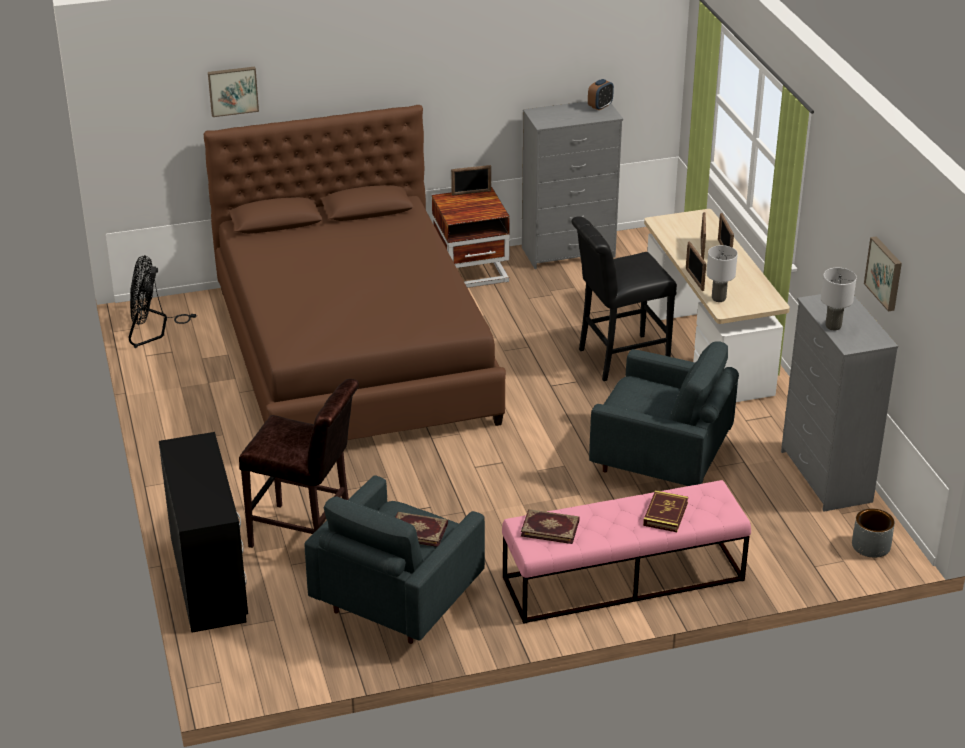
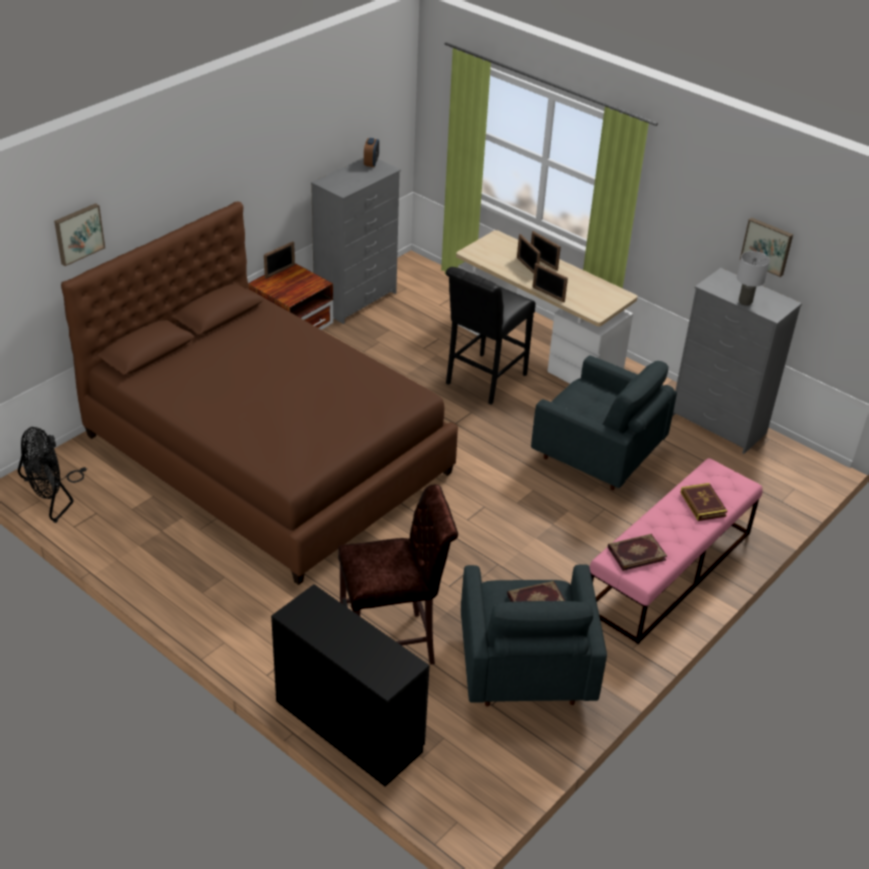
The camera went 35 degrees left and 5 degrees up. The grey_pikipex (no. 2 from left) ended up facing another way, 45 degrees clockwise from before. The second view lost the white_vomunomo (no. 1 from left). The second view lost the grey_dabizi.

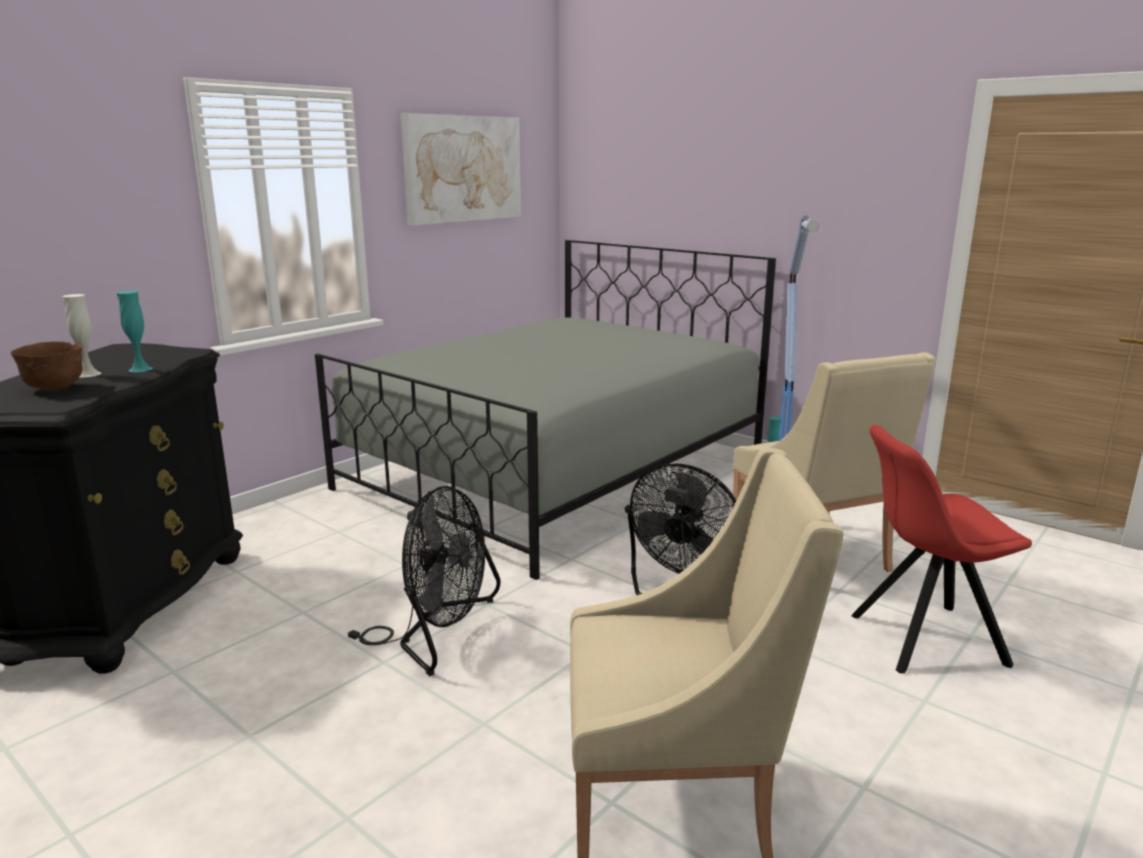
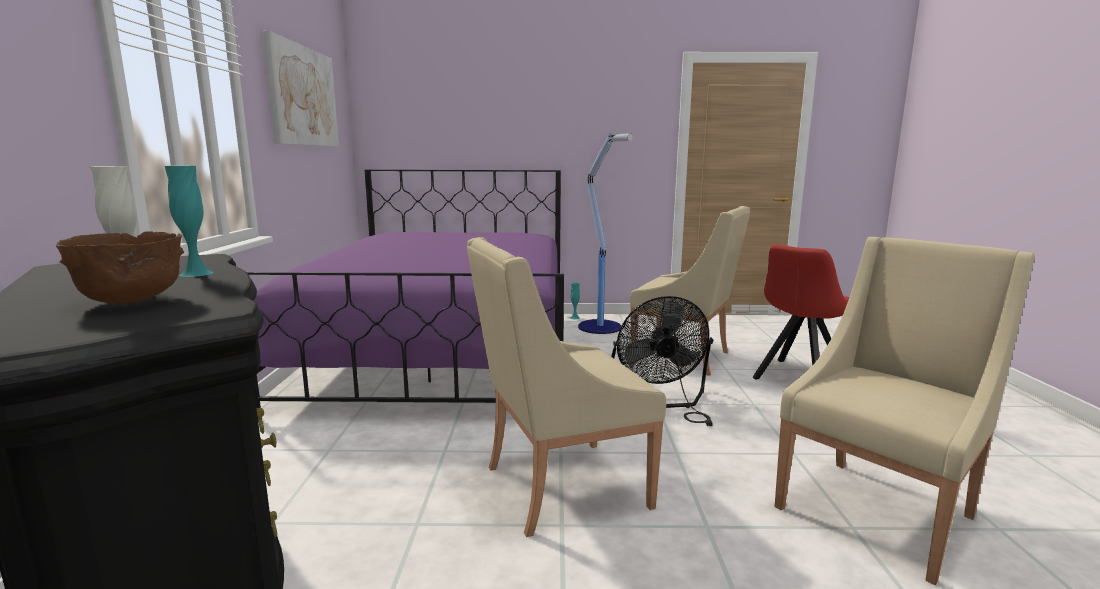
The camera went 40 degrees left and 5 degrees down. What was the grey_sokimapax turned into the purple_sokimapax. Where the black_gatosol (no. 1 from left) stood, the beige_pikipex (no. 1 from left) came to stand.

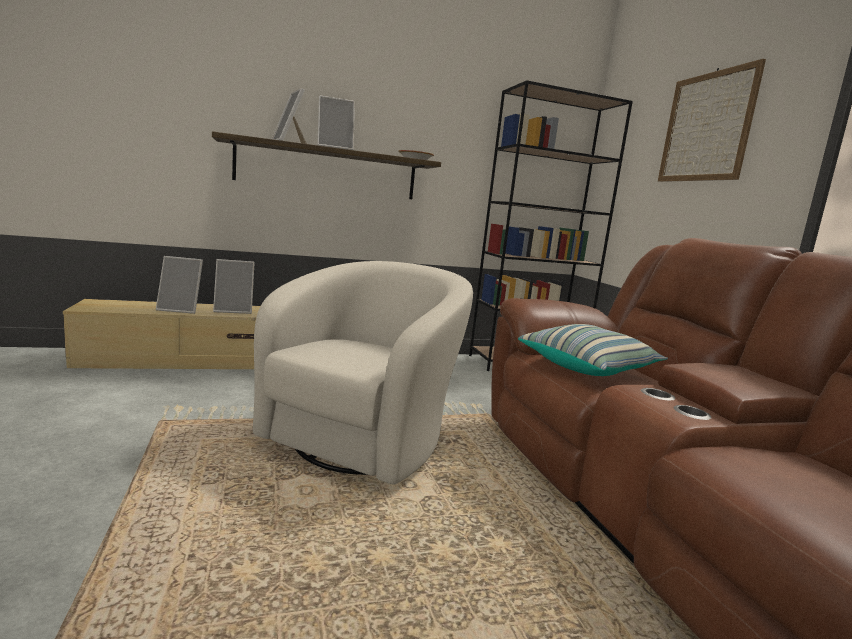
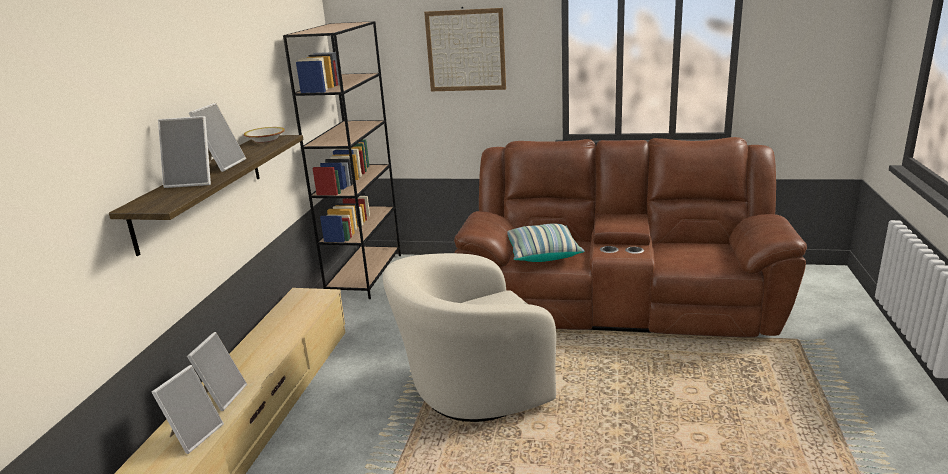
The camera went 60 degrees left and 10 degrees up. The beige_pikipex ended up facing another way, 75 degrees counterclockwise from before.

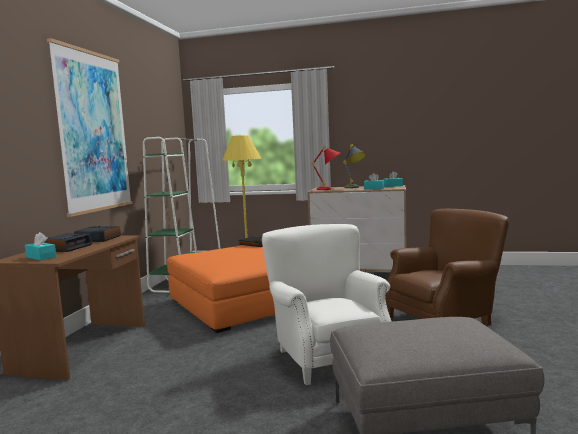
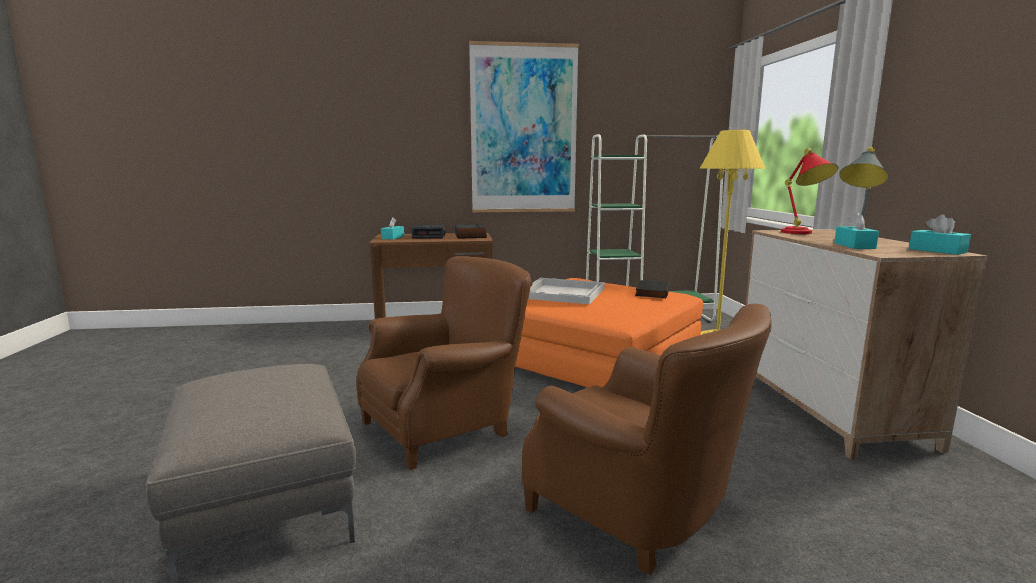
The camera went 70 degrees right and 5 degrees up. What was the white_pikipex turned into the brown_pikipex (no. 1 from left). The second view gained the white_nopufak.

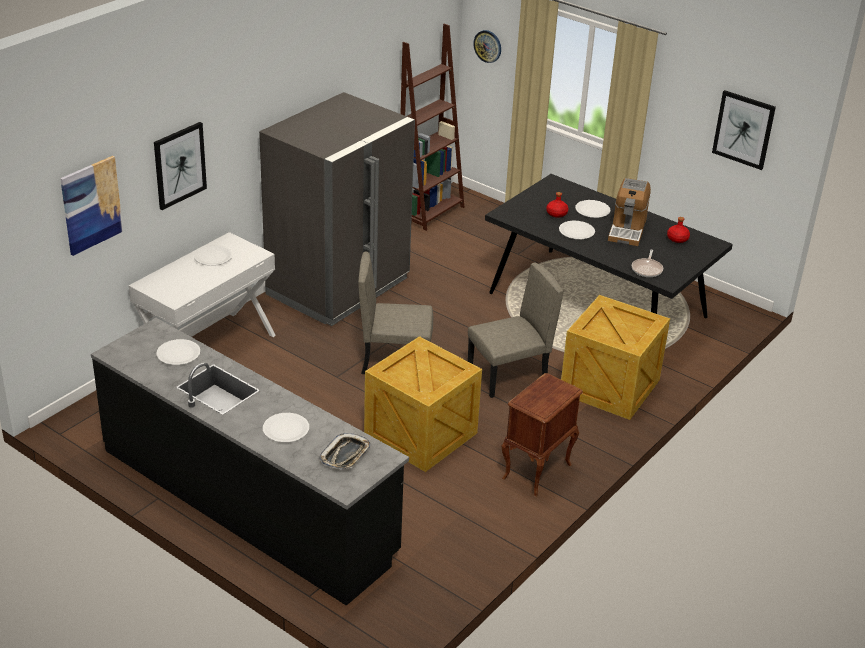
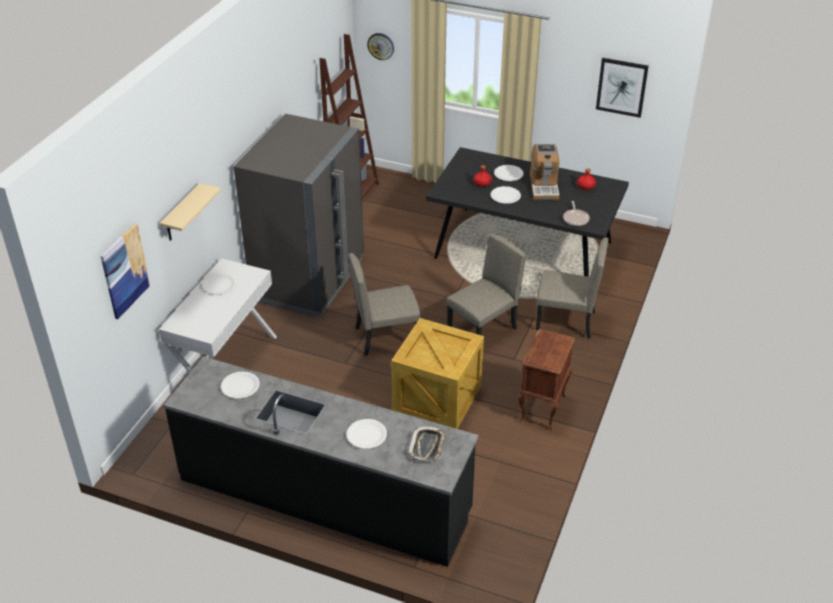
The camera went 15 degrees left and 5 degrees up. Where the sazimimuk (no. 2 from left) hung, the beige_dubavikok came to hang. Where the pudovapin (no. 2 from left) stood, the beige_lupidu (no. 3 from left) came to stand.

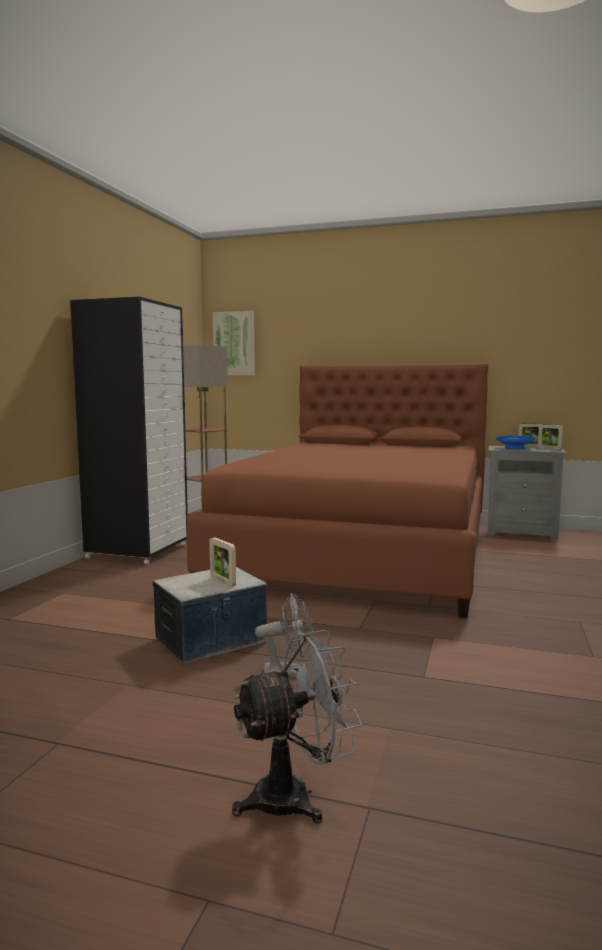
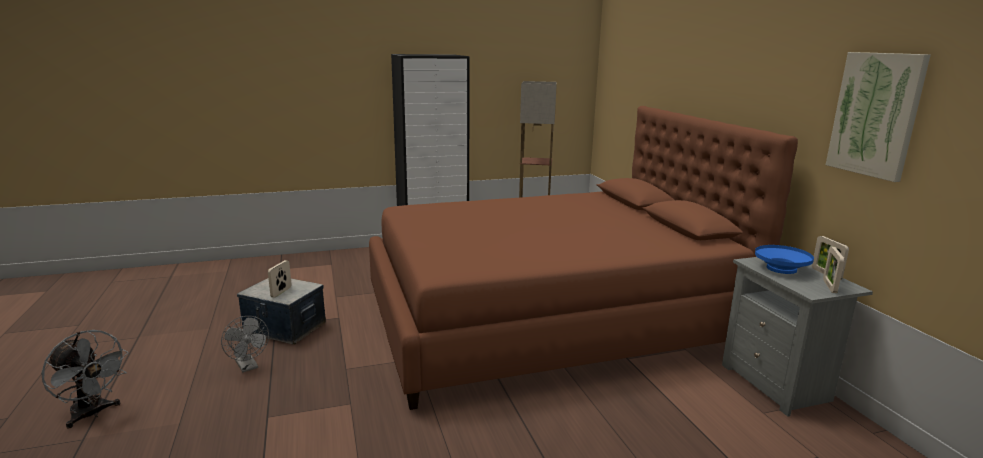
The camera went 55 degrees right and 10 degrees up. The sazimimuk ended up elsewhere.

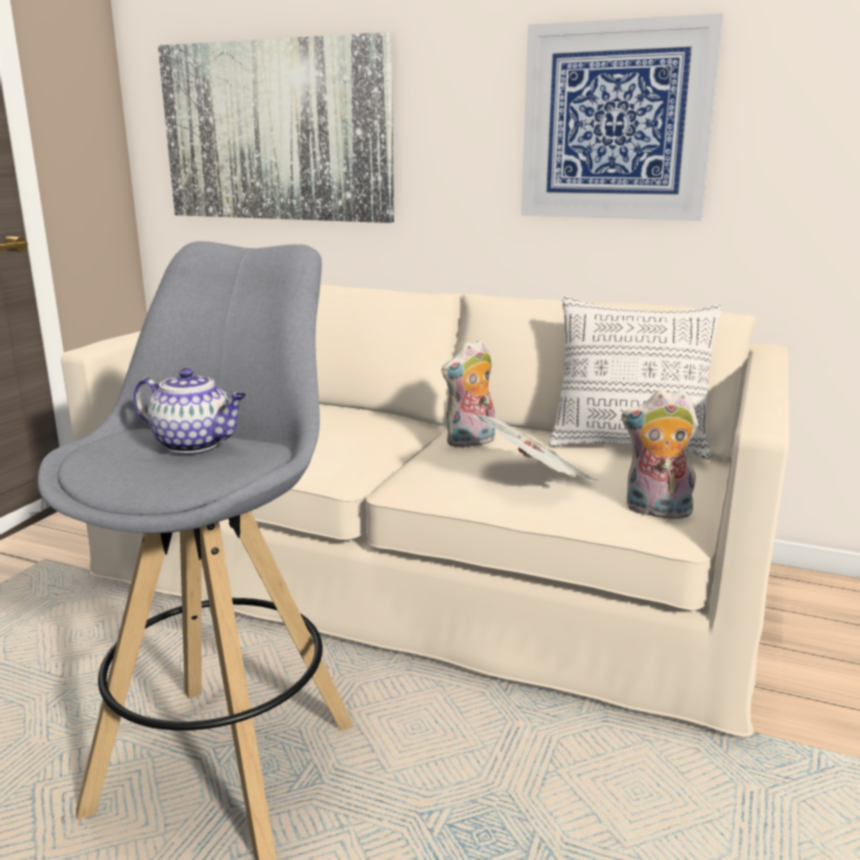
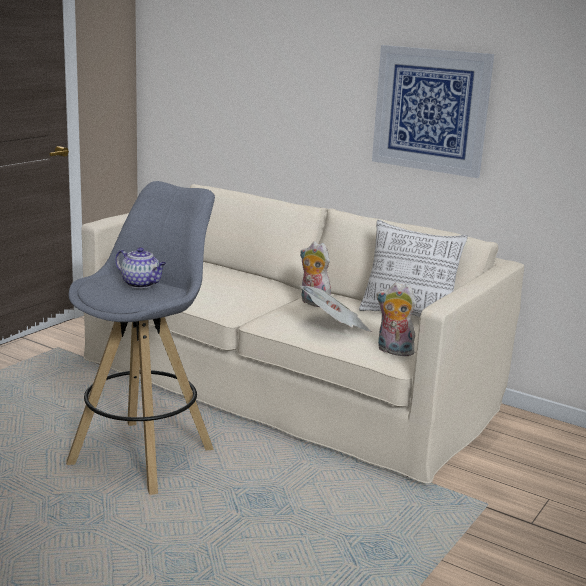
The camera went 10 degrees right and 0 degrees up. The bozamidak (no. 1 from left) ended up facing another way, 60 degrees clockwise from before. The second view lost the sazimimuk (no. 1 from left).

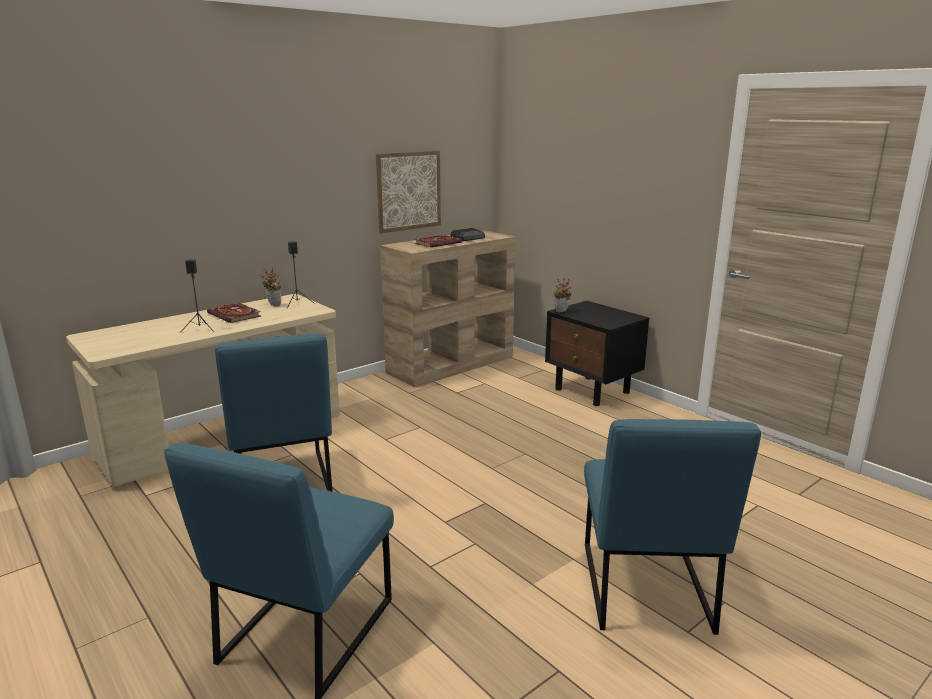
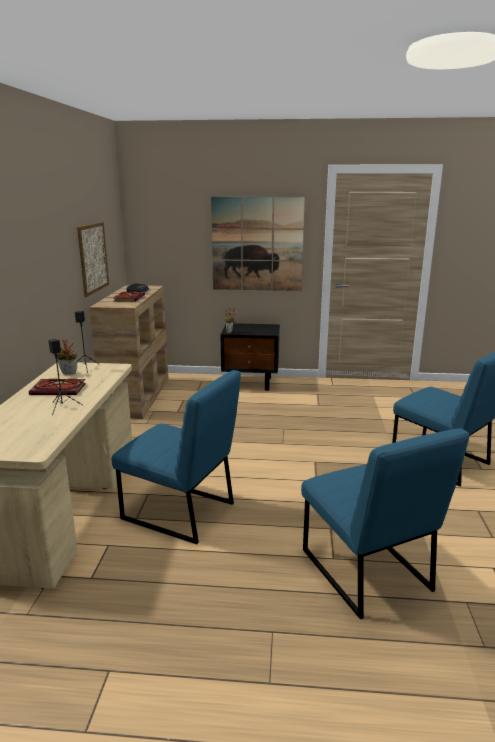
The camera went 45 degrees left and 0 degrees up. The second view gained the sazimimuk (no. 2 from left).

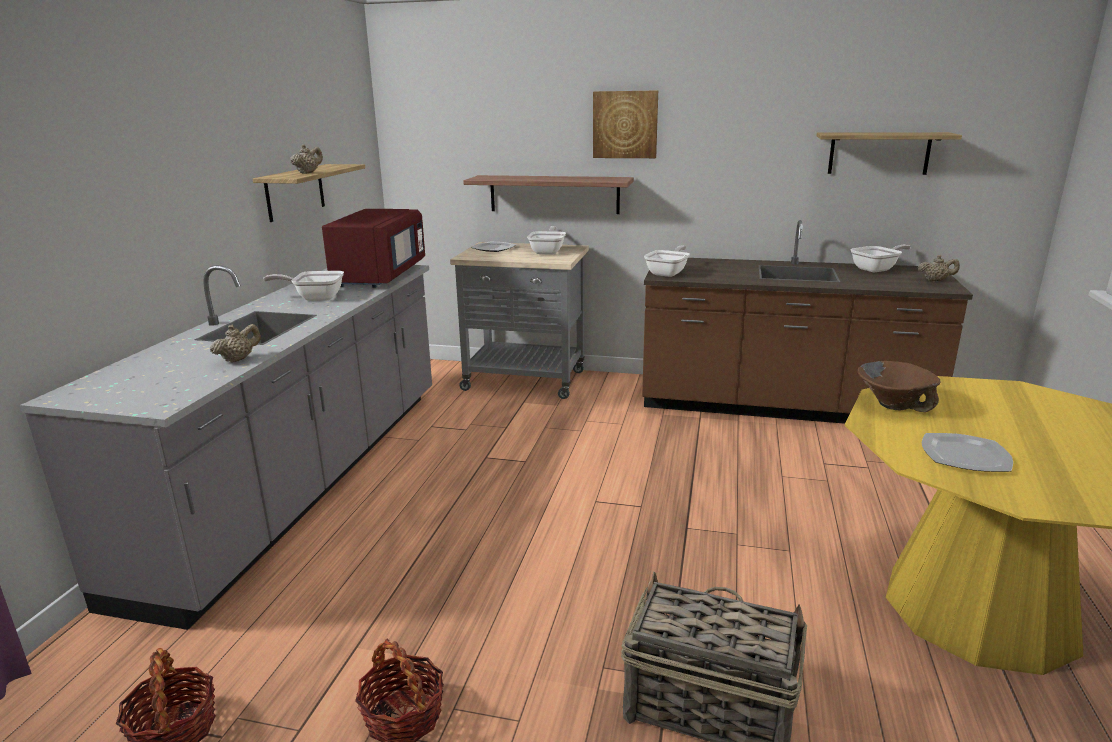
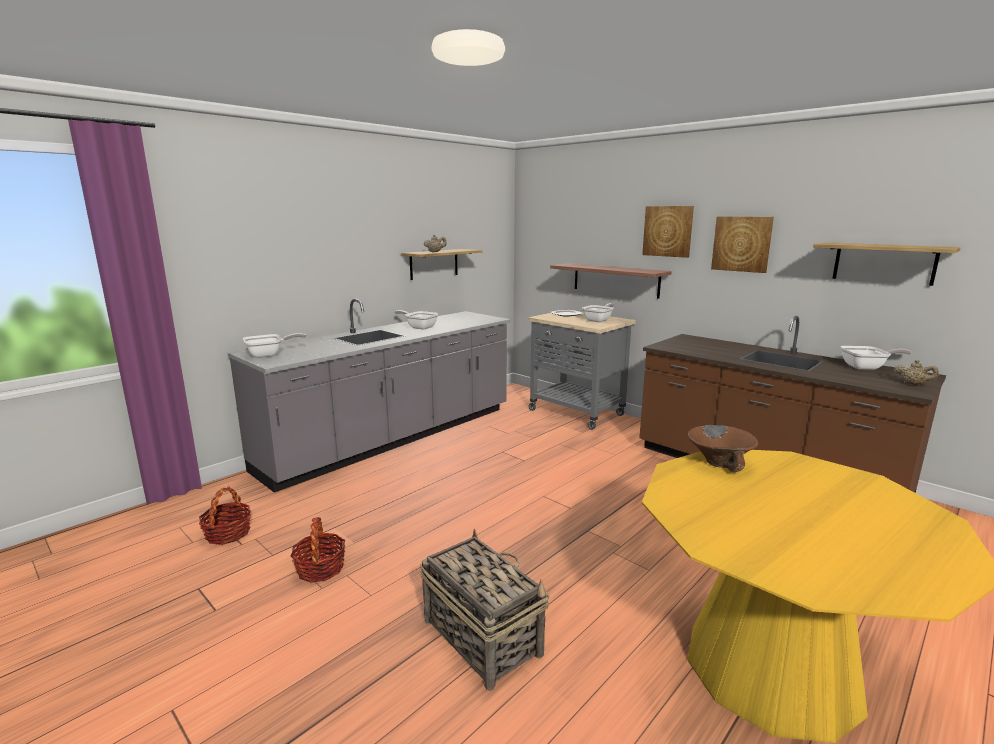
The camera went 30 degrees right and 5 degrees down. The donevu (no. 3 from left in the first image) ended up elsewhere. The second view gained the sazimimuk (no. 2 from left). The second view lost the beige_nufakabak (no. 1 from left). The second view lost the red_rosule. The second view lost the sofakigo (no. 2 from left).

